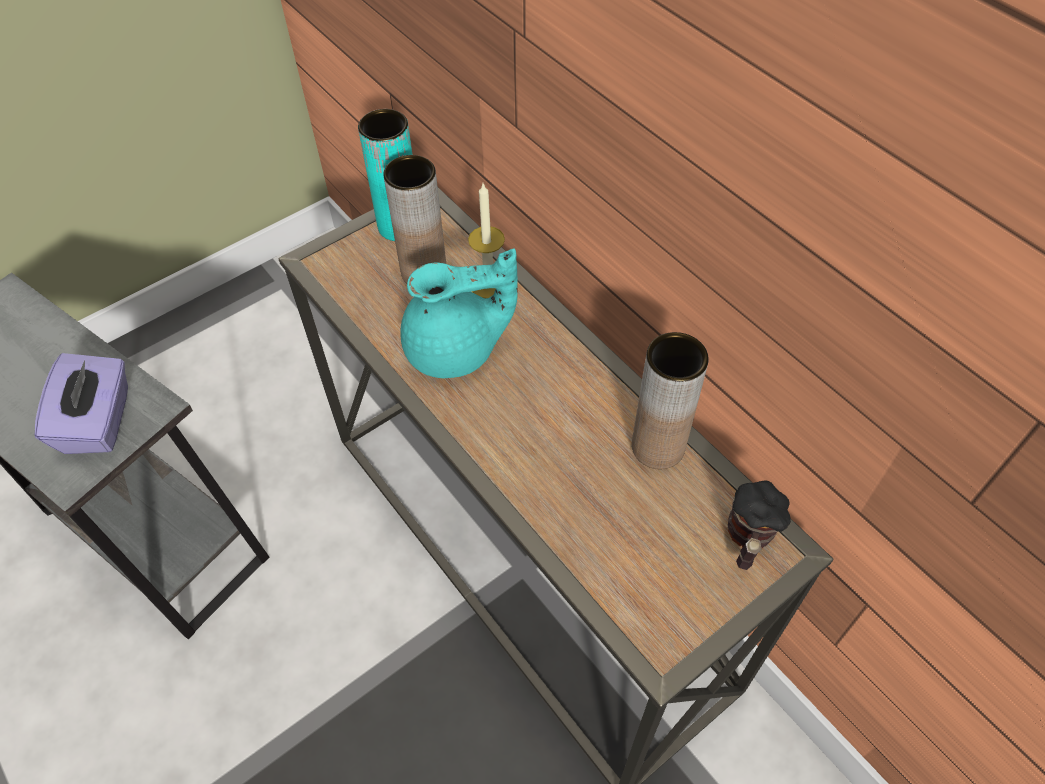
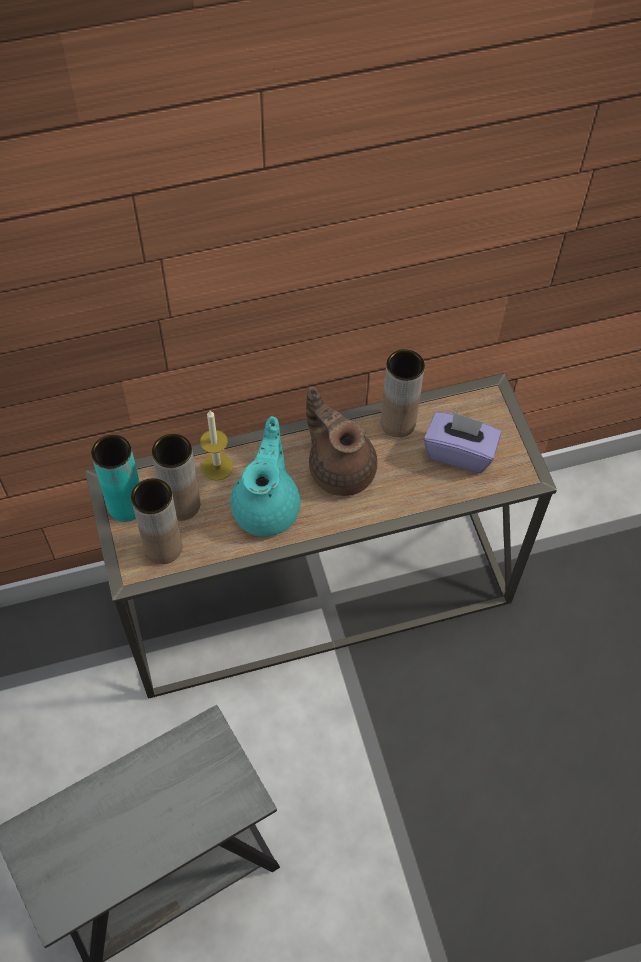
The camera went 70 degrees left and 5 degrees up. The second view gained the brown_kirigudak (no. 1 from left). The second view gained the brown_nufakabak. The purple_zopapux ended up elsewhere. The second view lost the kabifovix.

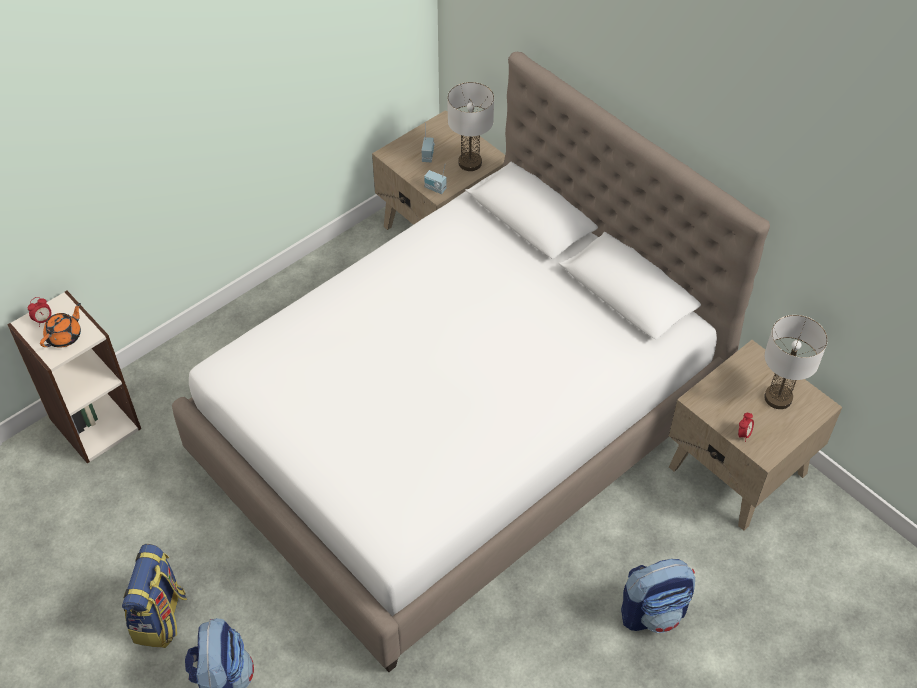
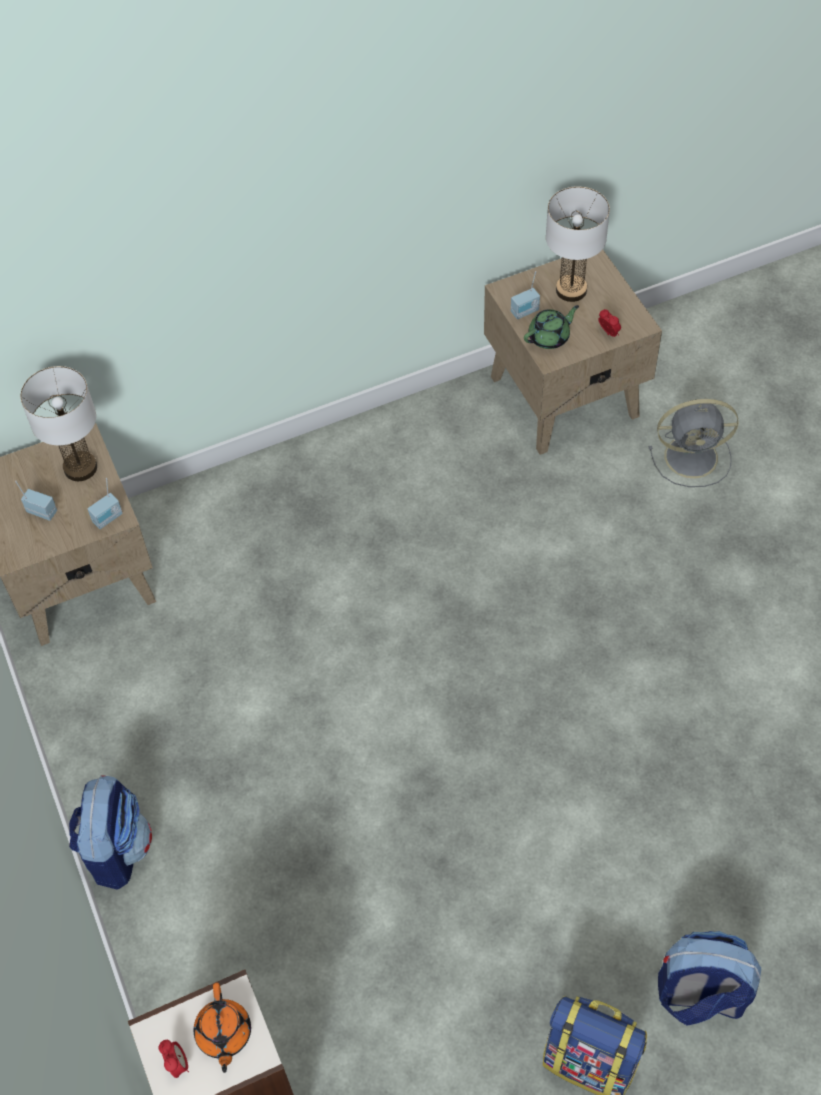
The camera went 70 degrees left and 5 degrees up. The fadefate (no. 3 from left in the first image) ended up elsewhere. The orange_nufakabak ended up facing another way, 150 degrees counterclockwise from before. The second view gained the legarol (no. 3 from left). The second view gained the green_nufakabak. The second view gained the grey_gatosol. The second view lost the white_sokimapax.

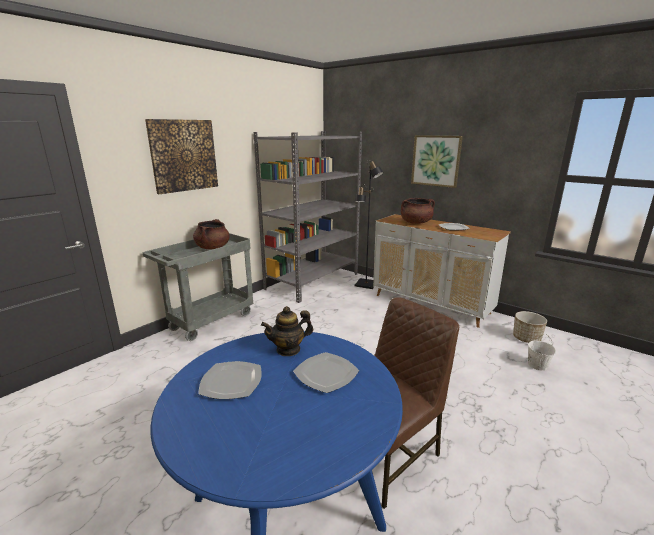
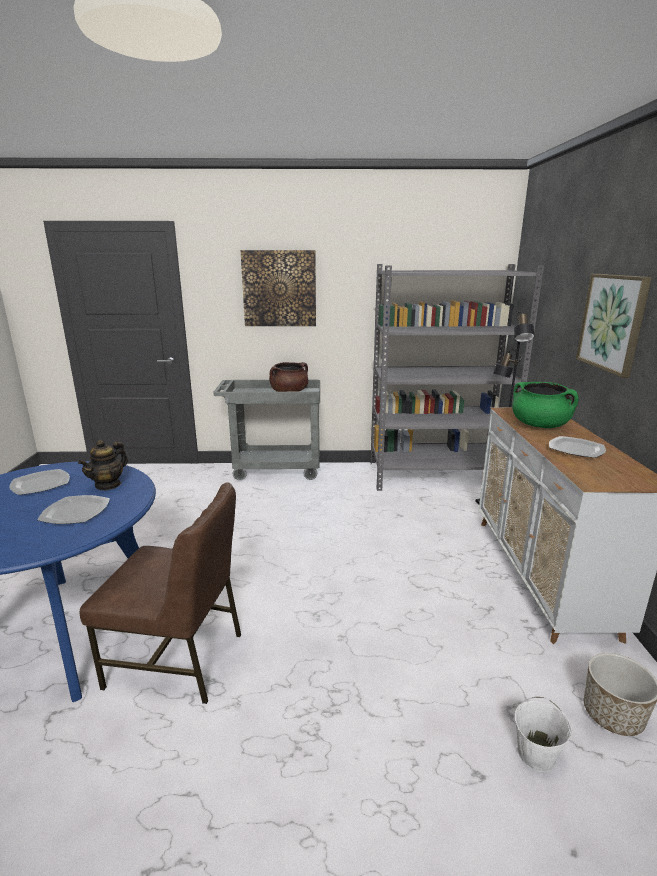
The camera went 50 degrees right and 0 degrees up. The nufakabak ended up facing another way, 90 degrees counterclockwise from before. What was the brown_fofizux (no. 2 from left) turned into the green_fofizux.

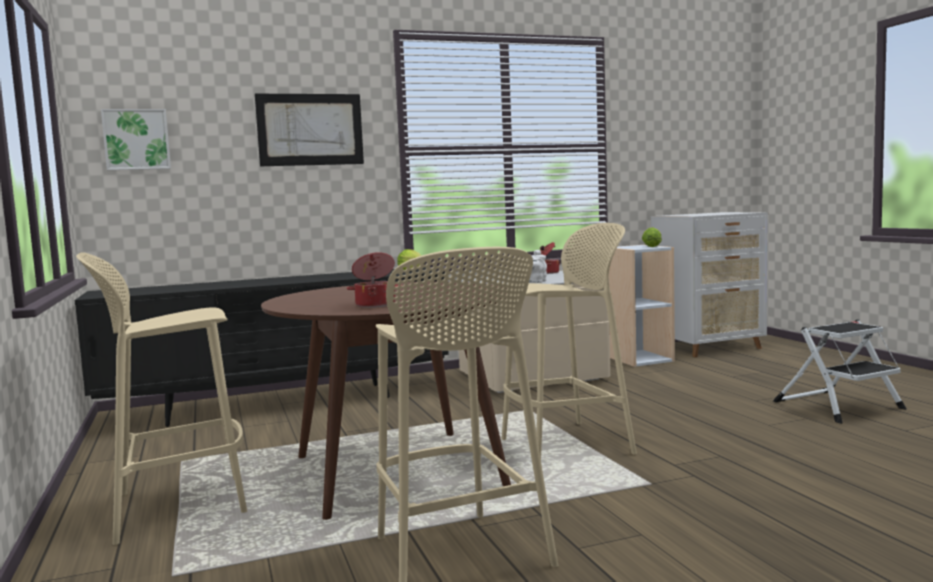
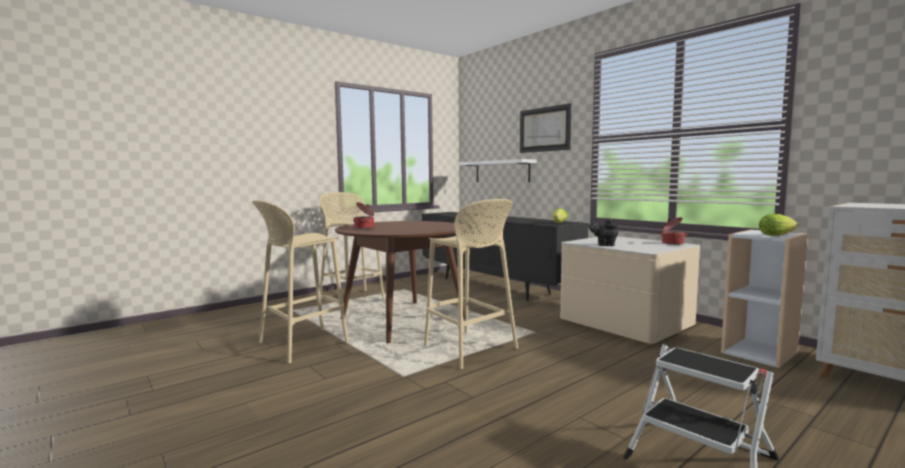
The camera went 70 degrees right and 0 degrees up. The second view gained the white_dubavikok. What was the white_nufakabak turned into the black_nufakabak. The second view lost the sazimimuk (no. 1 from left).

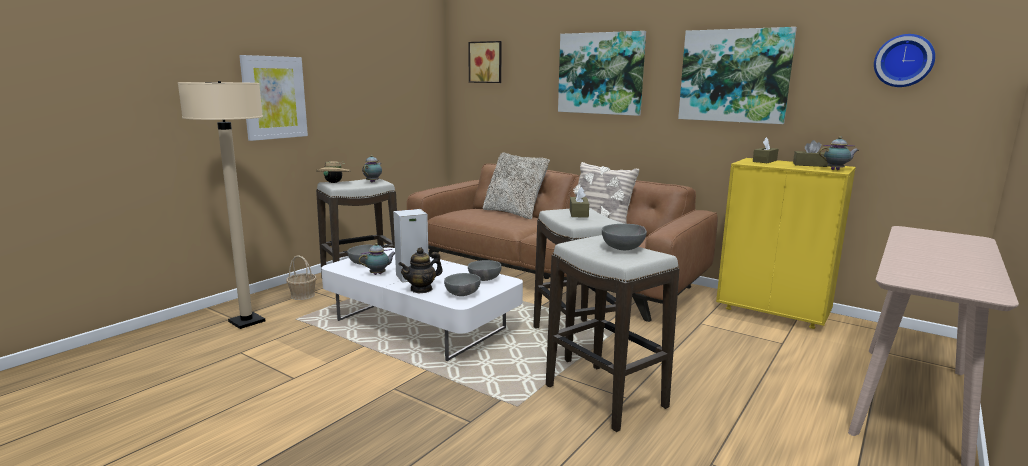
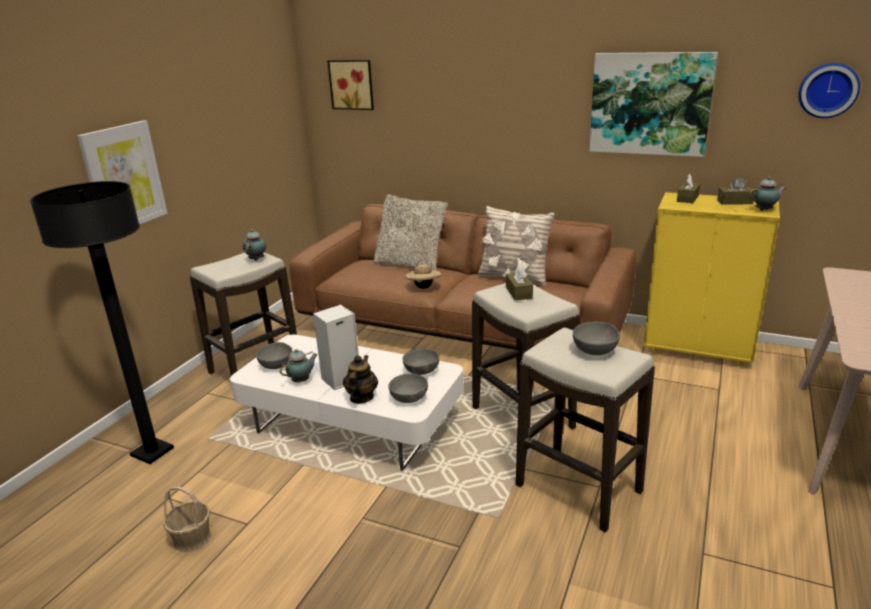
The camera went 10 degrees left and 10 degrees up. What was the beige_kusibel turned into the black_kusibel. The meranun ended up elsewhere. The nufakabak (no. 3 from left) ended up facing another way, 150 degrees clockwise from before. The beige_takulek ended up elsewhere. The second view lost the sazimimuk (no. 3 from left).

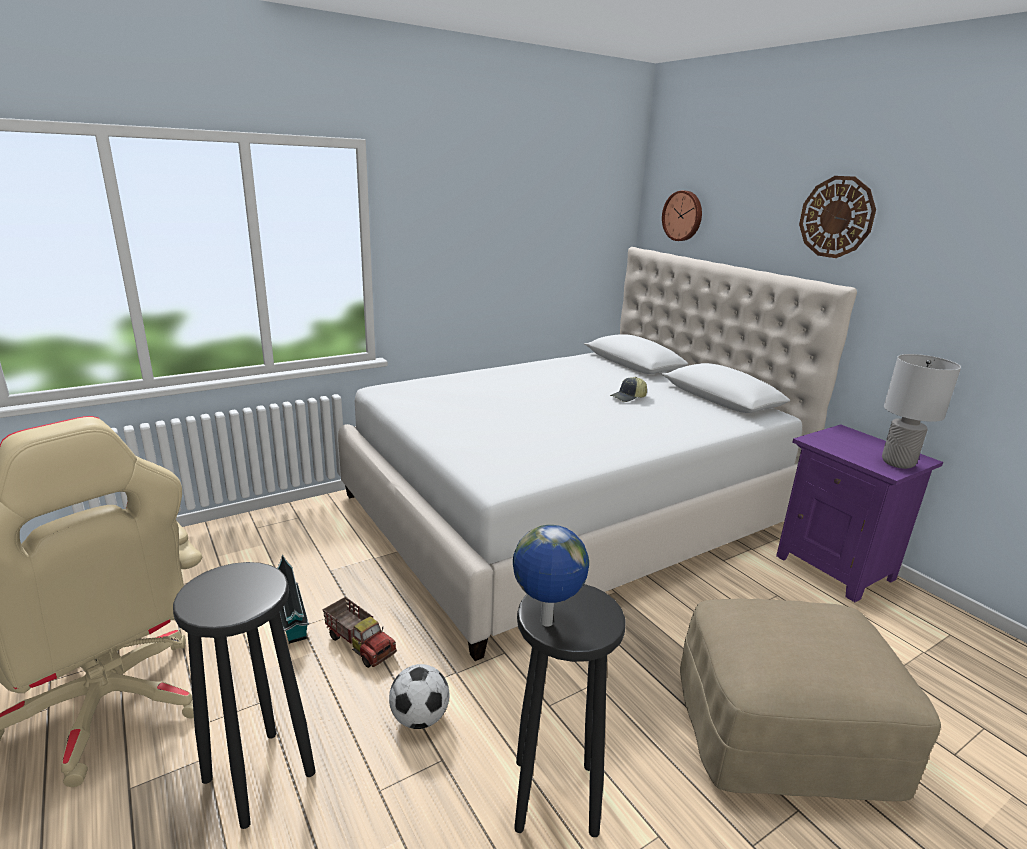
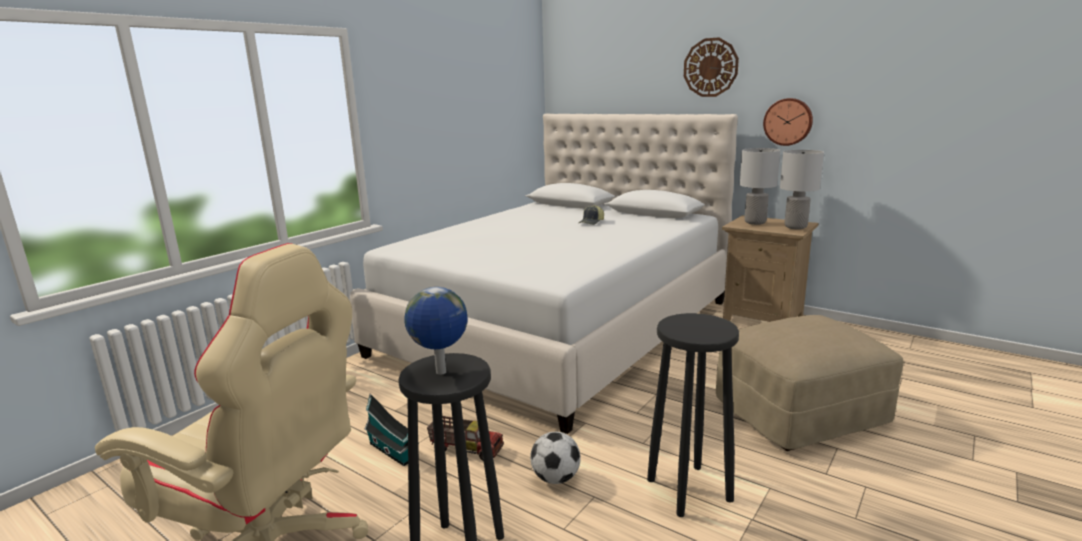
The camera went 20 degrees left and 5 degrees down. The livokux ended up elsewhere. What was the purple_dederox turned into the beige_dederox. The second view gained the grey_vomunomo (no. 1 from left). The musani (no. 1 from left in the first image) ended up elsewhere.

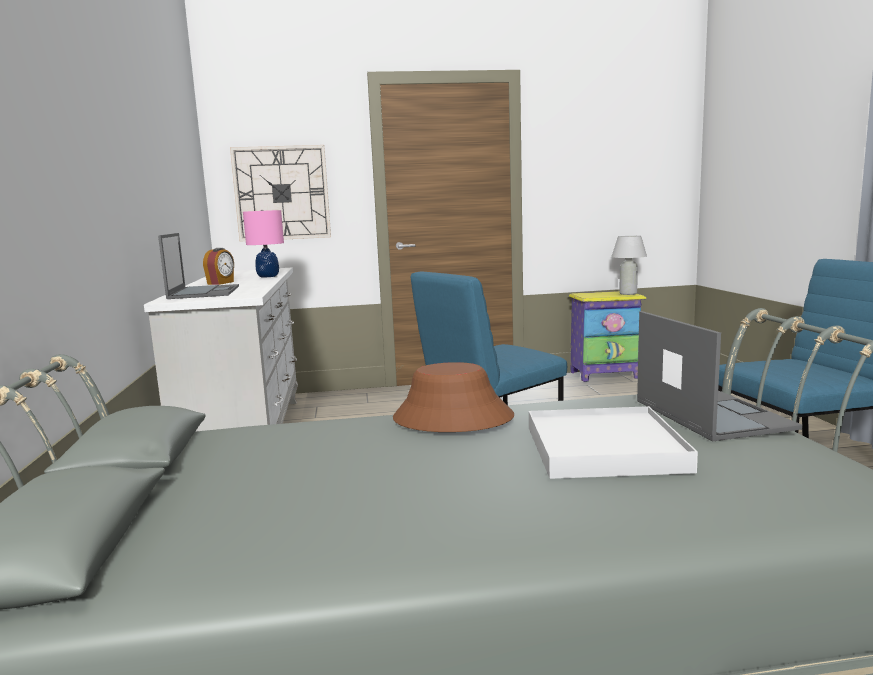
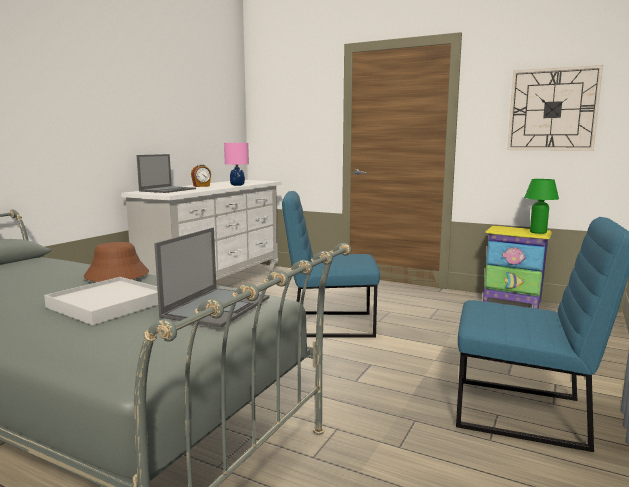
The camera went 35 degrees right and 0 degrees up. The musani ended up elsewhere. What was the white_vomunomo turned into the green_vomunomo.

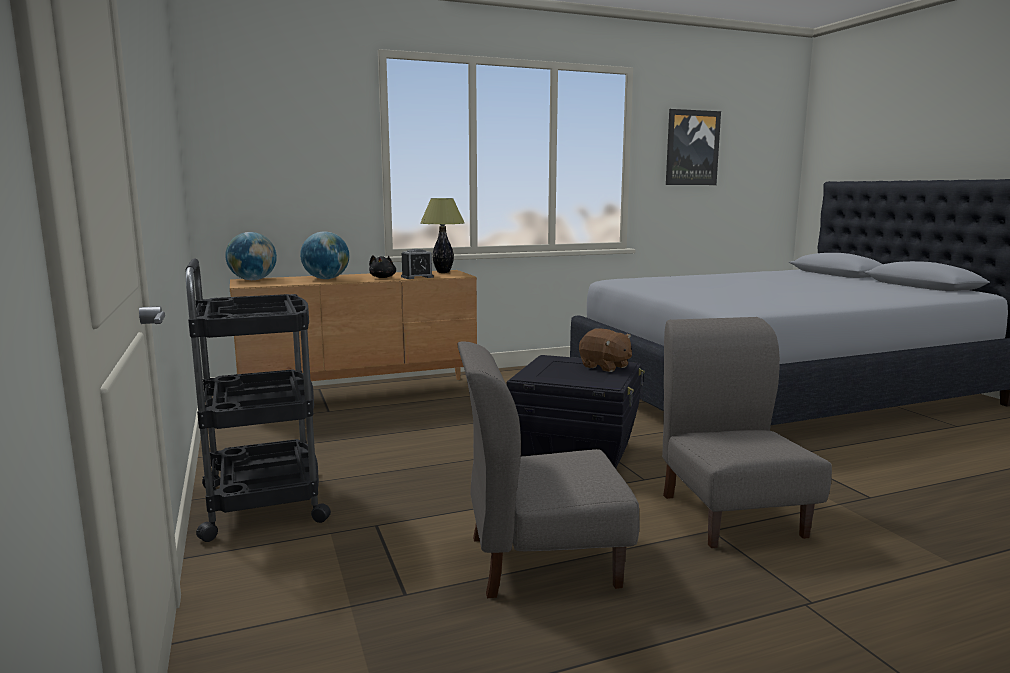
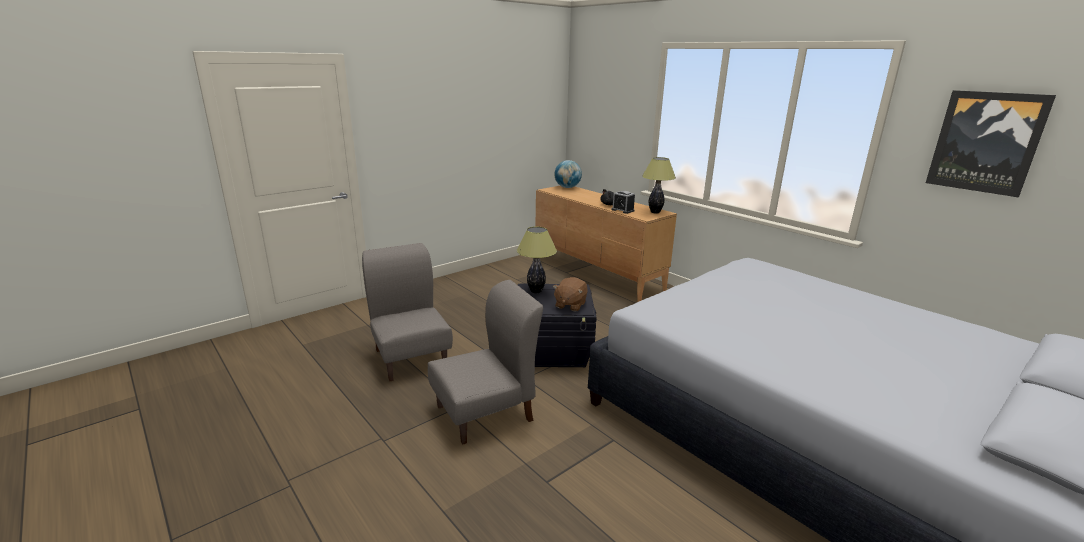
The camera went 70 degrees right and 10 degrees up. The second view gained the vomunomo (no. 1 from left). The second view lost the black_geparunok. The second view lost the livokux (no. 2 from left).

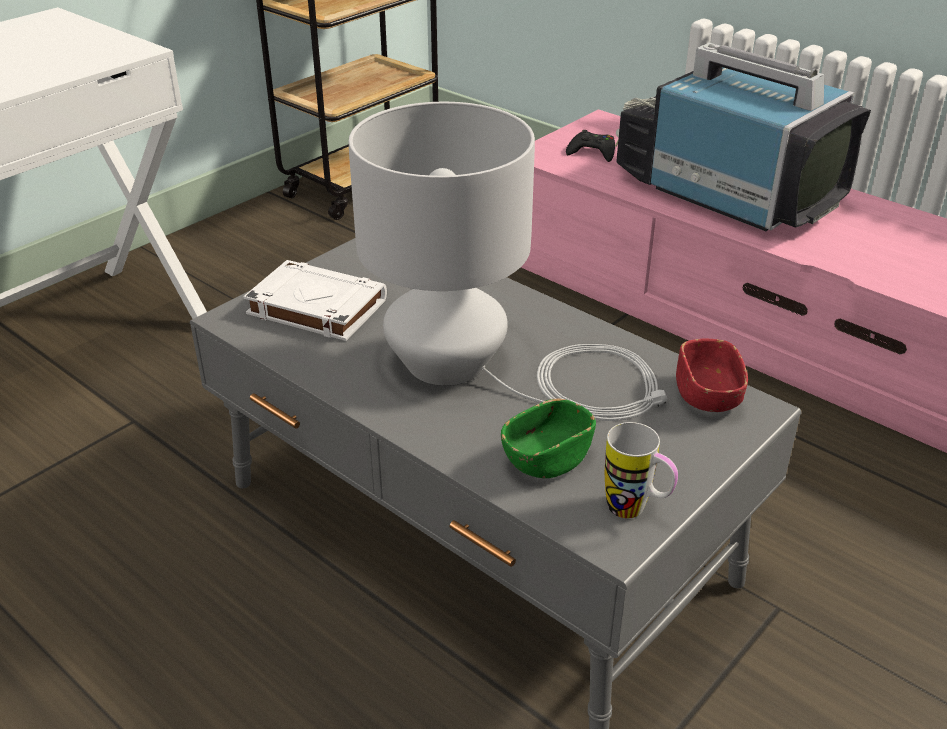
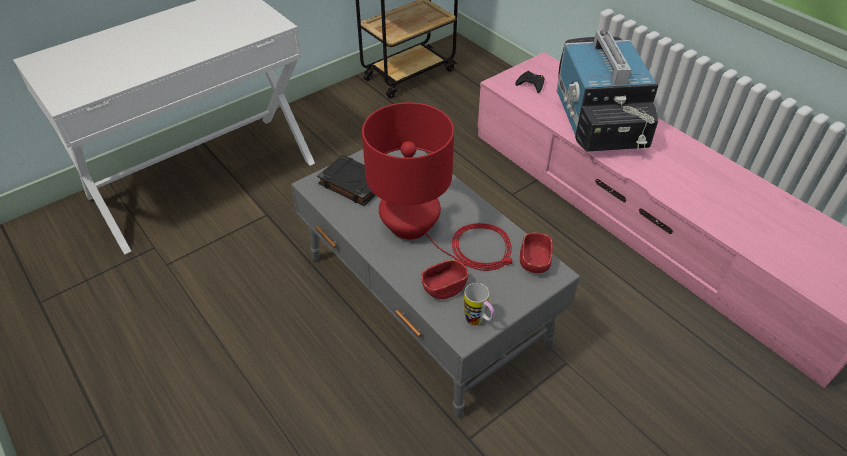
The camera went 10 degrees right and 10 degrees up. What was the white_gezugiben turned into the black_gezugiben. What was the grey_vomunomo turned into the red_vomunomo. What was the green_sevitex turned into the red_sevitex (no. 1 from left). The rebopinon ended up facing another way, 150 degrees counterclockwise from before.

